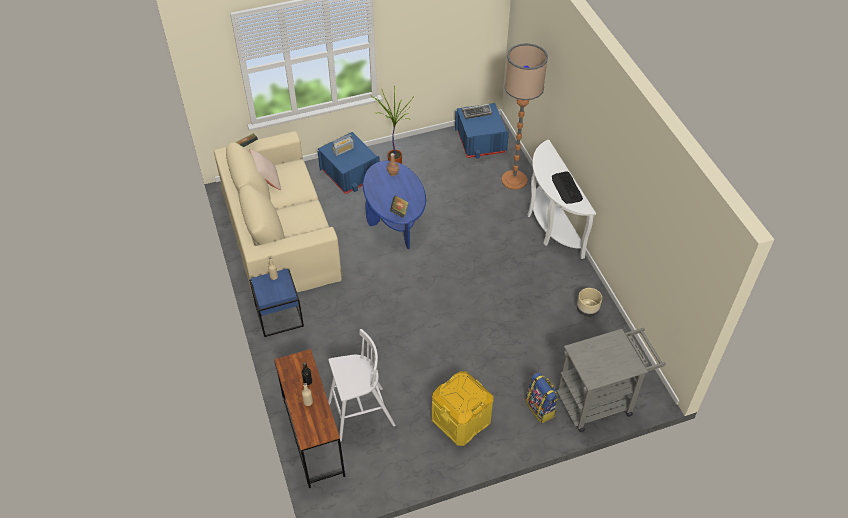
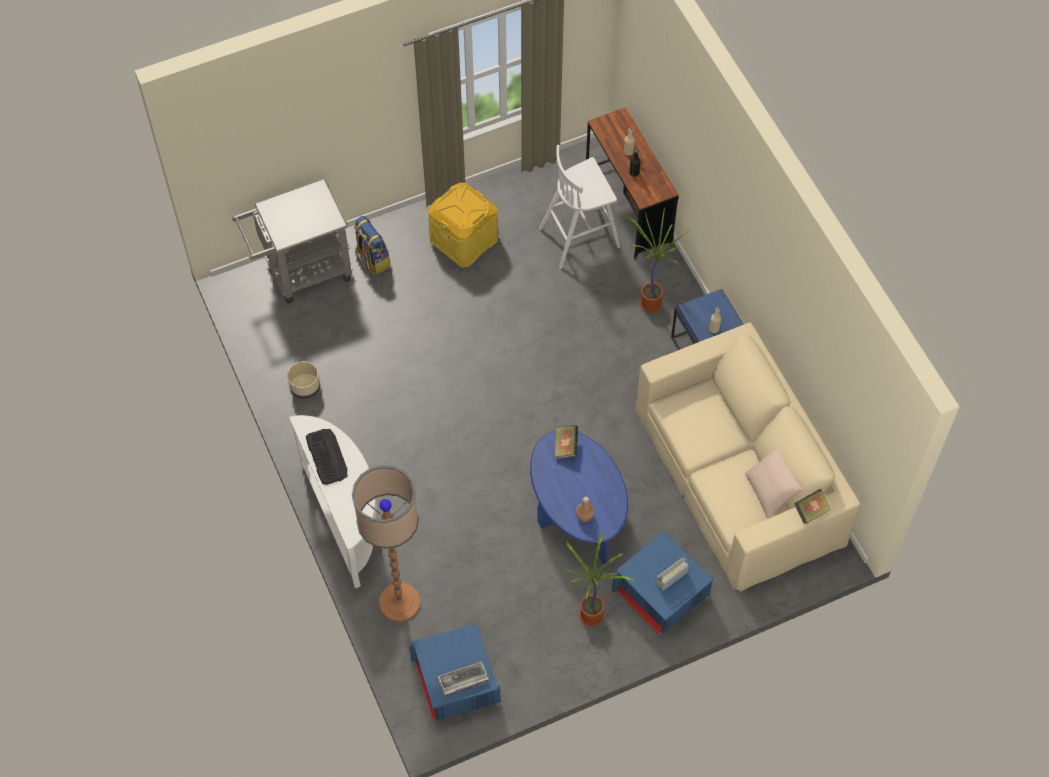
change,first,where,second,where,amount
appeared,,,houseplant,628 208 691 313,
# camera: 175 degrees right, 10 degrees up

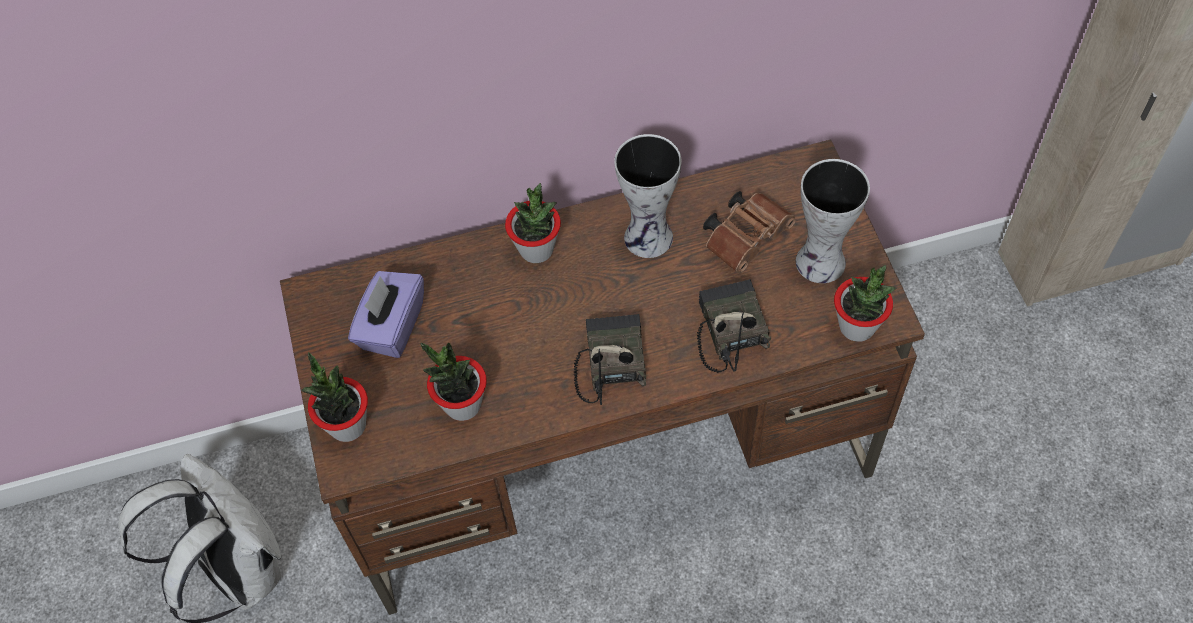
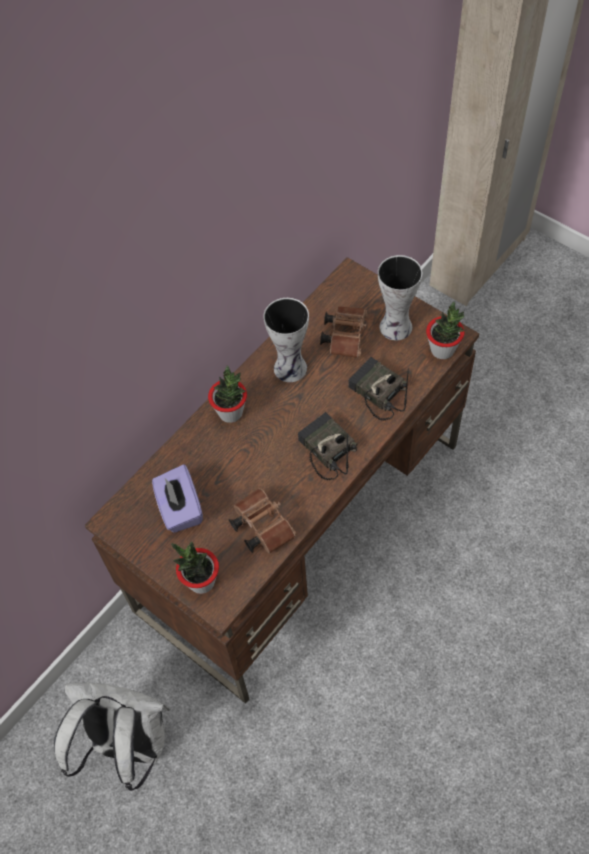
change,first,where,second,where,amount
exchanged,houseplant,420 342 487 421,pair of binoculars/brown-coloured,229 488 297 554,
# camera: 35 degrees left, 0 degrees up

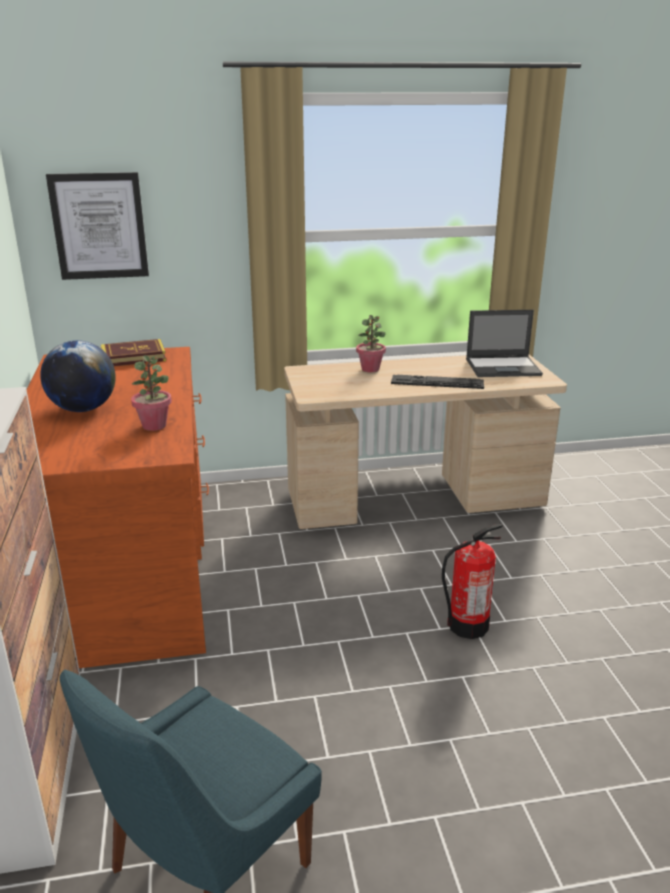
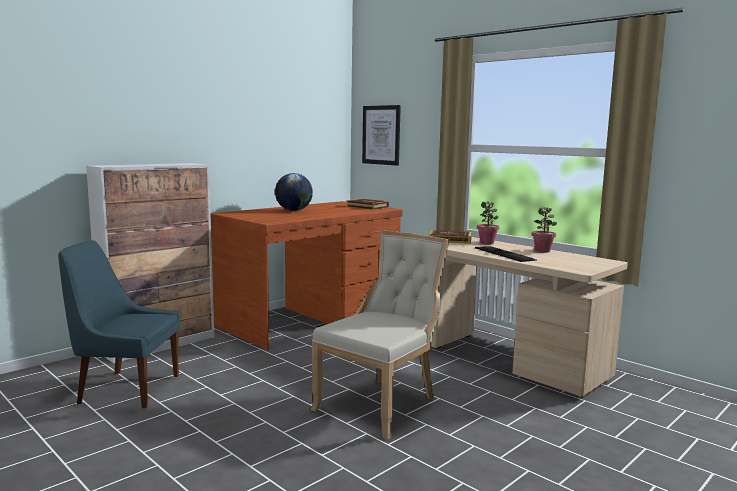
change,first,where,second,where,amount
relocated,houseplant,131 355 172 431,,532 207 557 253,
exchanged,fire-fighting cylinder,442 524 503 639,upright chair/beige-coloured,311 230 449 440,
missing,portable computer,466 310 543 377,,,
appeared,,,bound book,428 230 472 244,
# camera: 55 degrees right, 15 degrees down

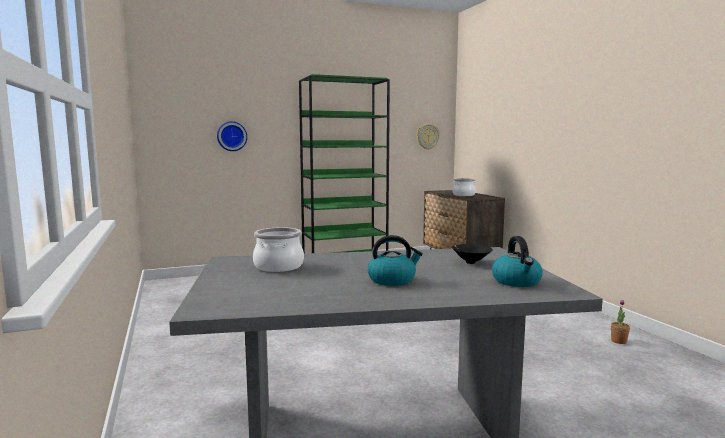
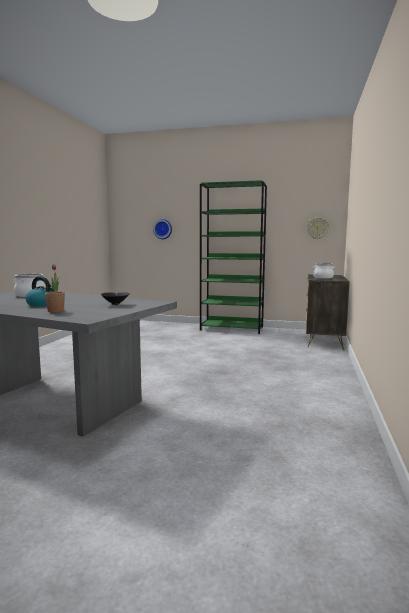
change,first,where,second,where,amount
missing,kettle,492 236 543 287,,,
relocated,houseplant,611 300 630 344,,45 265 65 312,
# camera: 35 degrees right, 0 degrees up

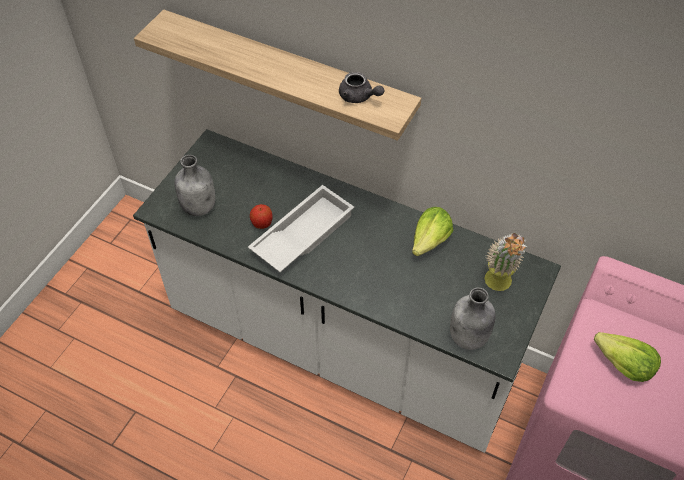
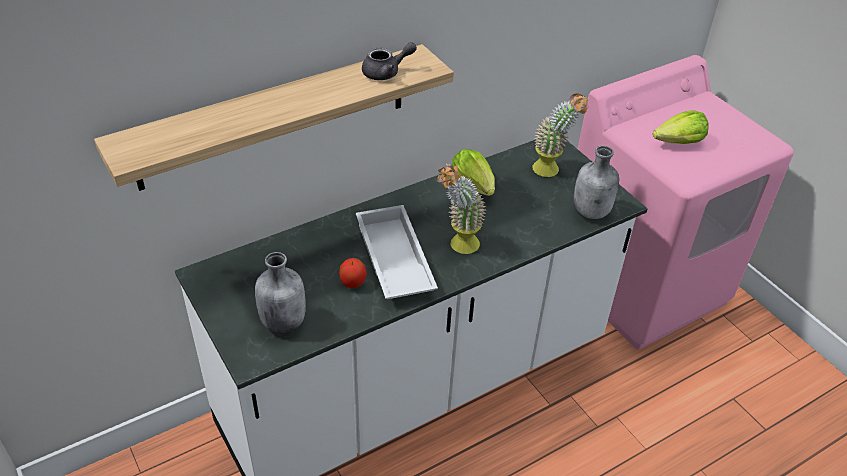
change,first,where,second,where,amount
appeared,,,houseplant,437 163 487 254,
# camera: 60 degrees left, 10 degrees down

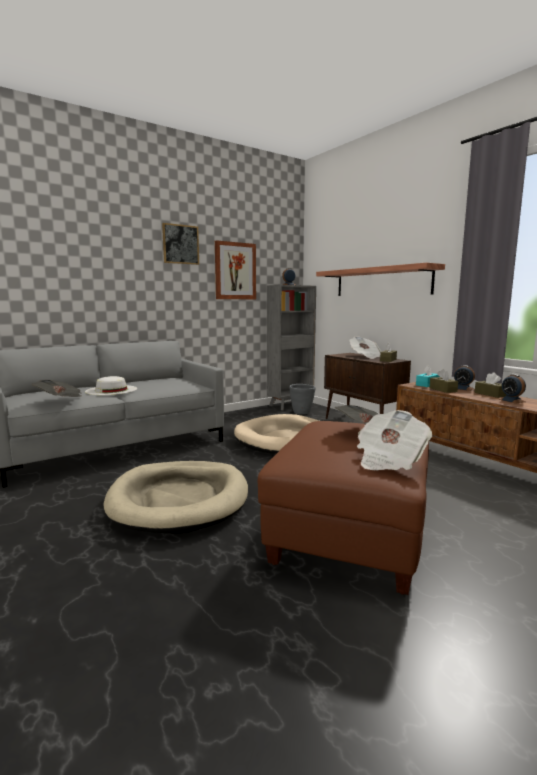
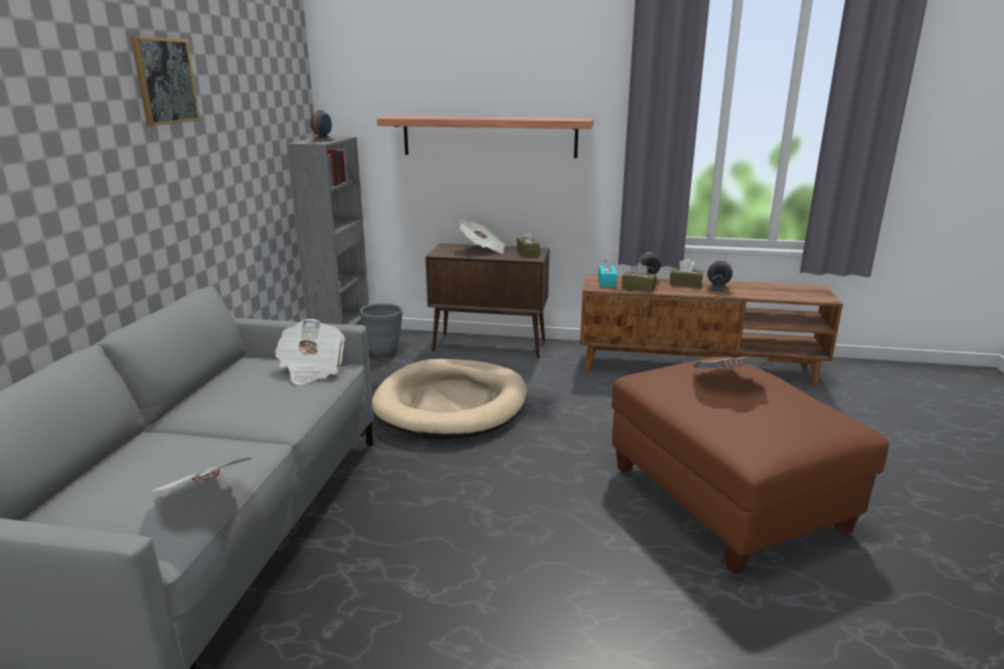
change,first,where,second,where,amount
missing,clothing hat/whitish,85 376 137 395,,,
missing,dog cushion/beige-coloured,104 461 248 534,,,
missing,wall picture,215 240 256 299,,,
relocated,daily paper,357 410 432 470,,274 319 345 385,
# camera: 45 degrees left, 10 degrees up

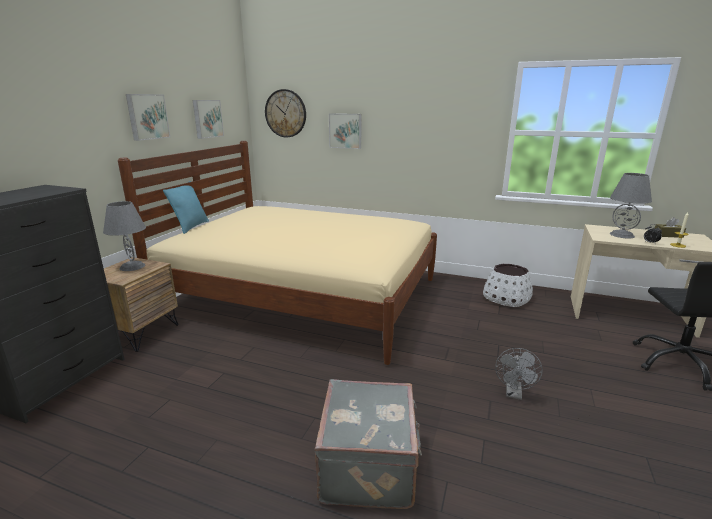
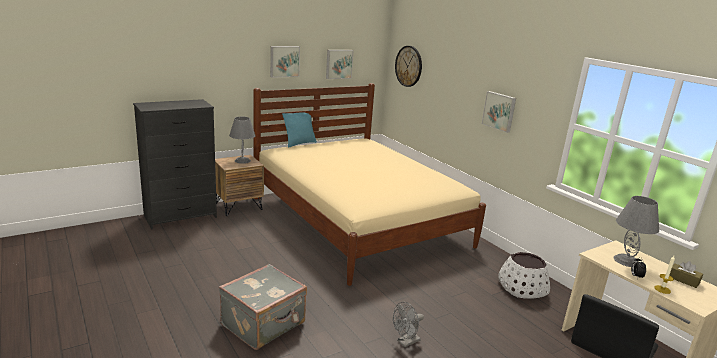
change,first,where,second,where,amount
relocated,wall picture,329 113 361 149,,482 91 516 133,
# camera: 35 degrees right, 0 degrees up

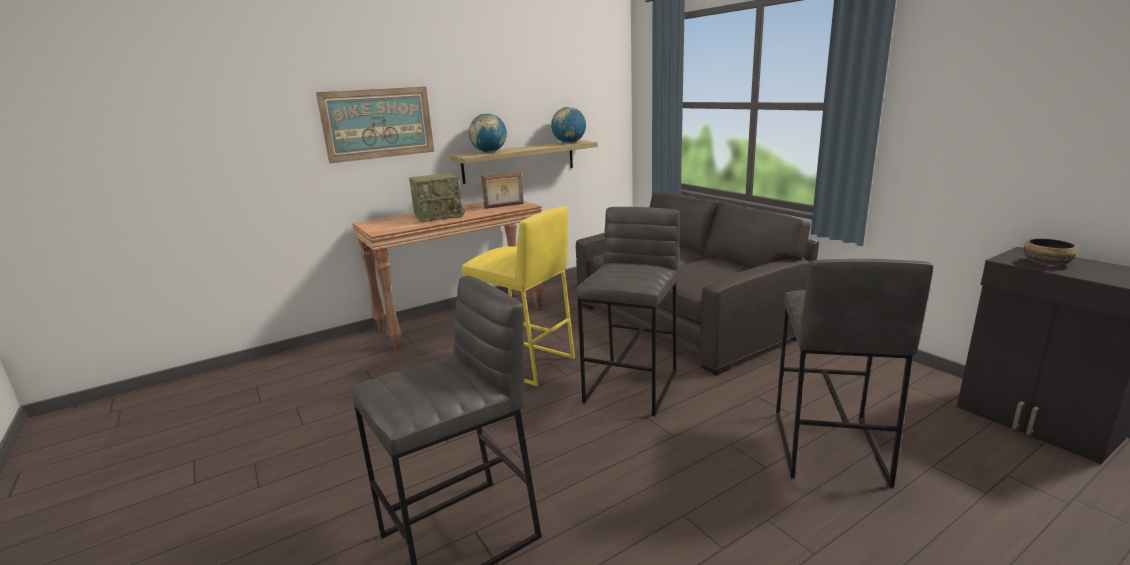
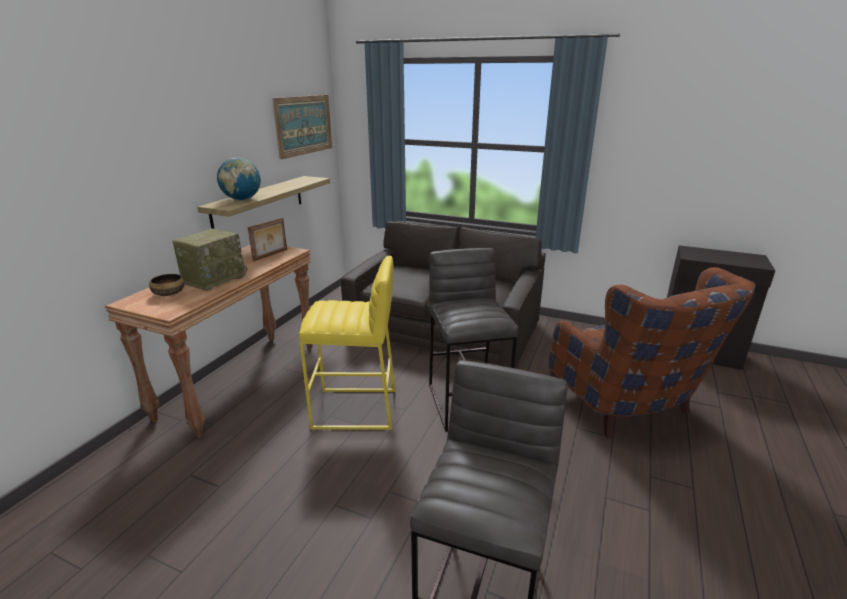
change,first,where,second,where,amount
relocated,wall picture,316 87 434 163,,272 95 332 159,
missing,desk globe,551 107 586 143,,,
exchanged,stool/greyish,776 259 933 488,easy chair/brown-coloured,548 267 755 438,
relocated,deep dish,1024 238 1077 265,,149 274 184 296,
# camera: 35 degrees left, 5 degrees up

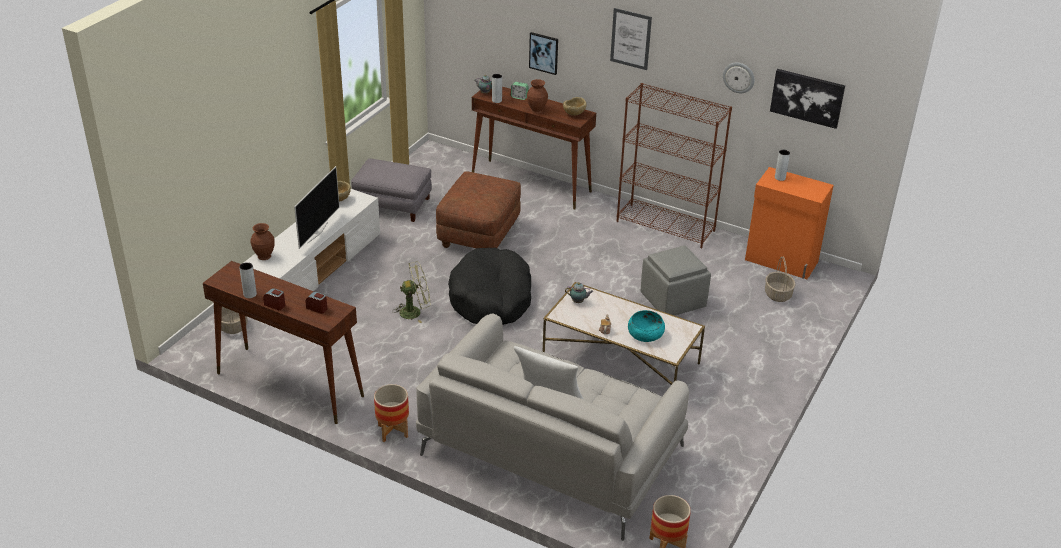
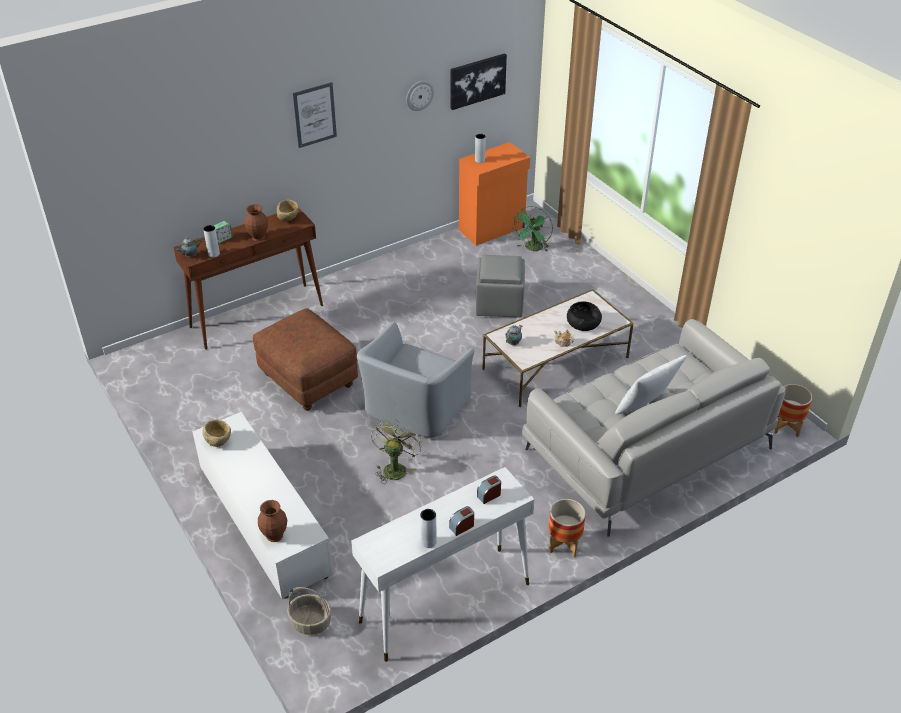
change,first,where,second,where,amount
colour,narrow table/brown-coloured,203 261 364 424,narrow table/whitish,351 467 534 662,
missing,TV,294 166 340 249,,,
missing,pouffe/greyish,351 158 432 222,,,
exchanged,dog cushion/blackish,448 248 531 325,easy chair/greyish,357 322 474 437,
missing,wall picture,529 32 558 75,,,
missing,bookcase/brown-coloured,617 83 732 248,,,
colour,deep dish/turquoise-coloured,628 310 665 342,deep dish/blackish,567 301 602 331,
exchanged,basket,765 257 795 302,electric fan/green-coloured,513 206 553 252,
# camera: 60 degrees left, 5 degrees up

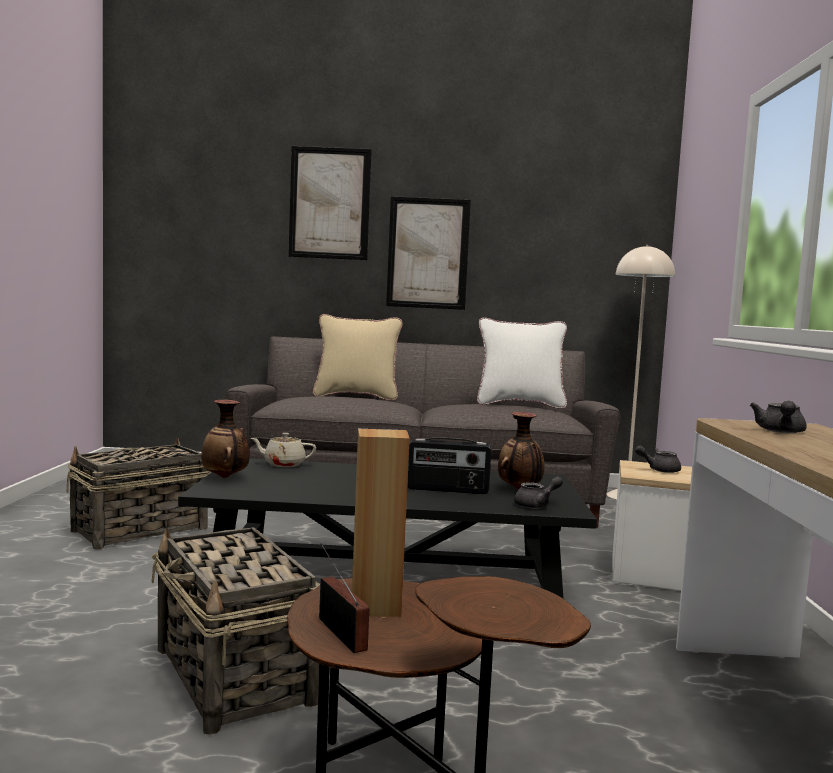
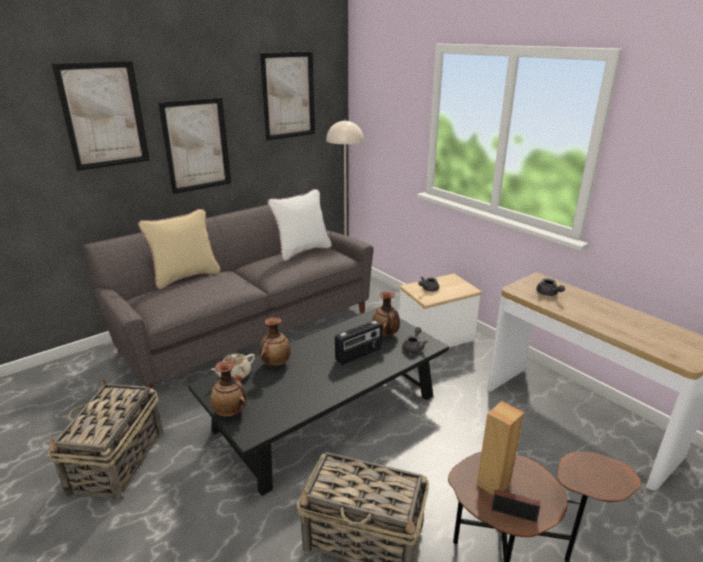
change,first,where,second,where,amount
appeared,,,wall picture,260 51 315 141,
appeared,,,flower vase,260 317 291 366,
# camera: 40 degrees left, 20 degrees up

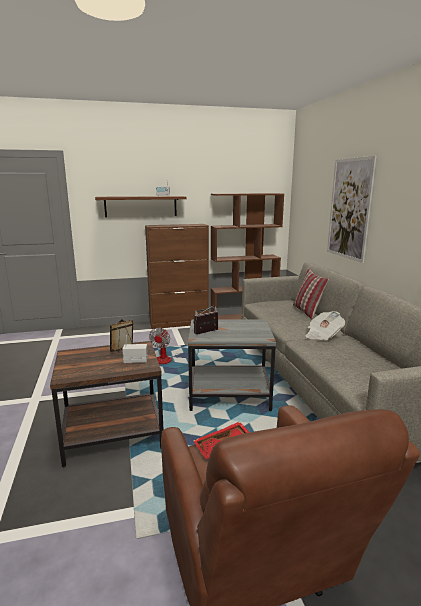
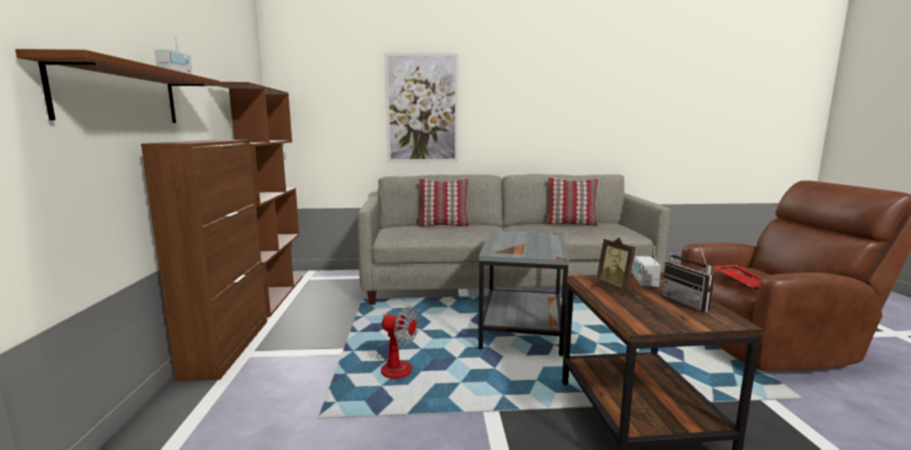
change,first,where,second,where,amount
relocated,radio set,193 305 218 334,,661 245 714 312,
missing,daily paper,306 311 345 341,,,
appeared,,,throw pillow,546 177 598 226,
# camera: 80 degrees left, 5 degrees down

